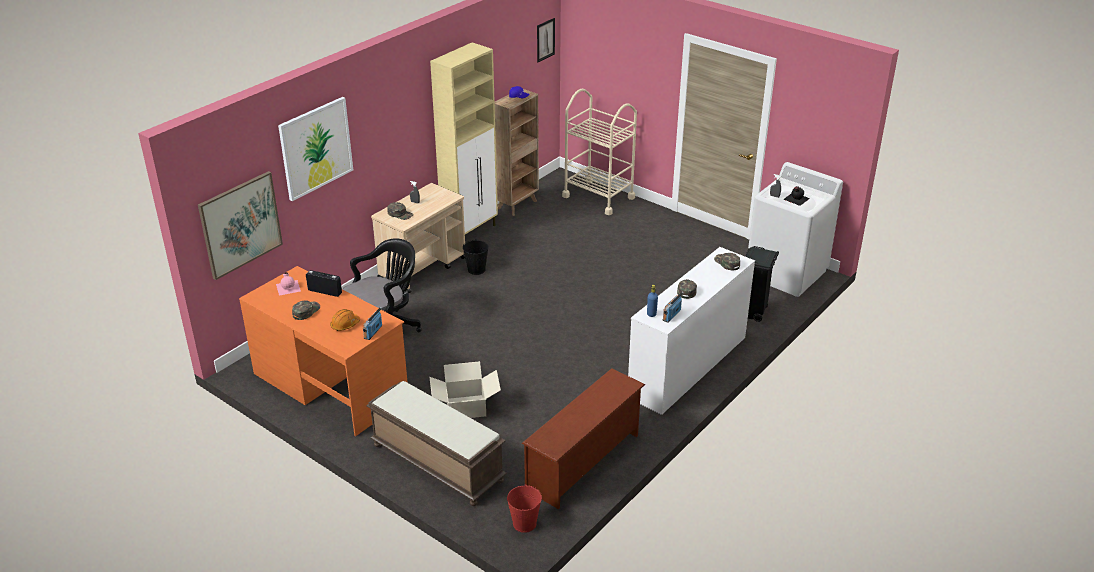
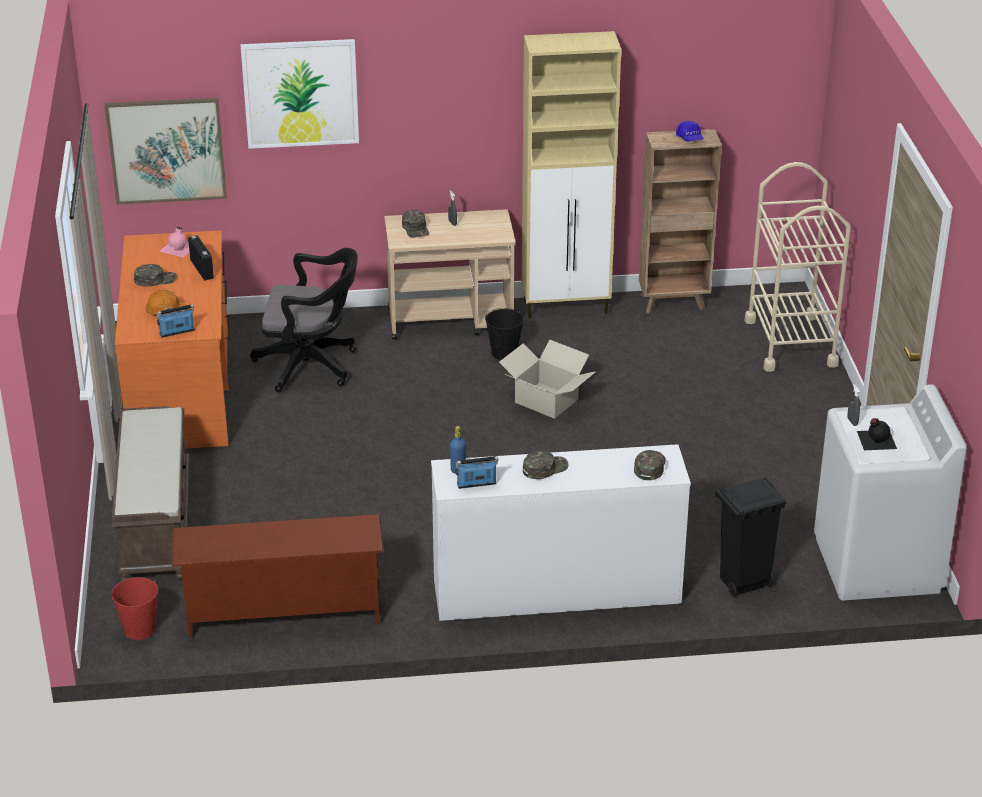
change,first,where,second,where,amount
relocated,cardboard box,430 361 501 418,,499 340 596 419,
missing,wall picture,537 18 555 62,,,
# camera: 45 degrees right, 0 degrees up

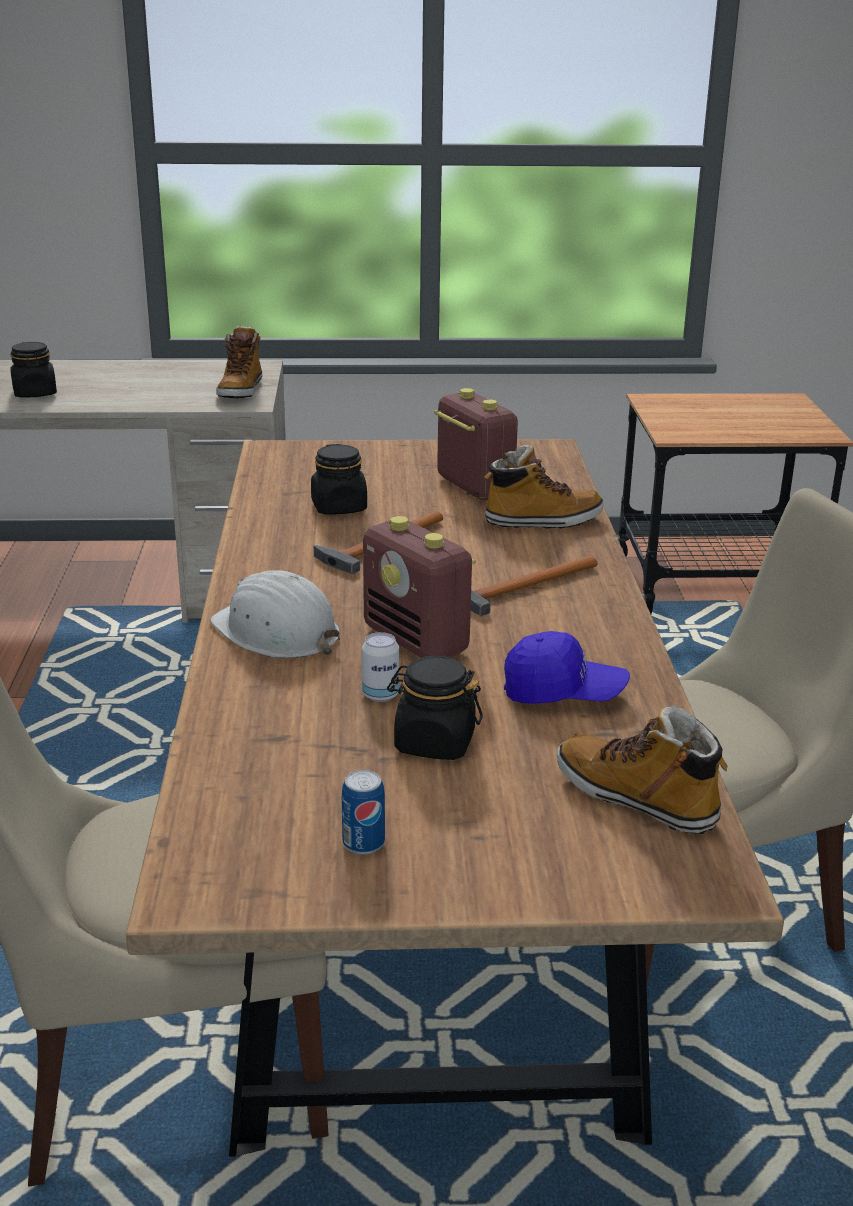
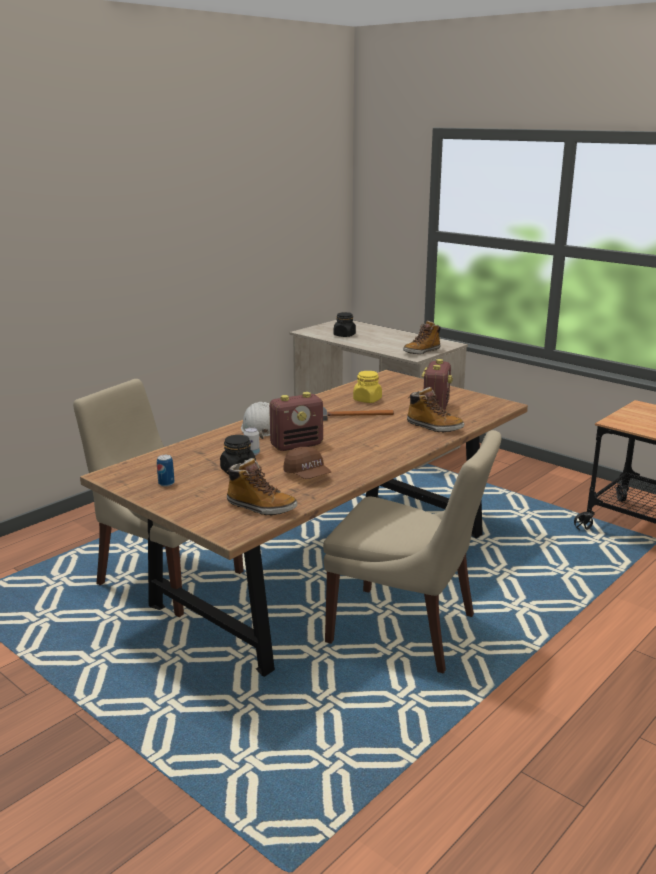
change,first,where,second,where,amount
colour,preserve jar/blackish,311 444 367 514,preserve jar/yellow-coloured,353 371 382 403,
spun,radio set,363 516 476 658,,269 392 323 451,120 degrees counterclockwise
missing,tool hammer,471 556 597 616,,,
colour,cap/blue,504 631 630 704,cap/brown-coloured,283 447 331 479,
spun,boot,557 705 727 834,,226 458 297 516,120 degrees clockwise
# camera: 45 degrees right, 5 degrees down

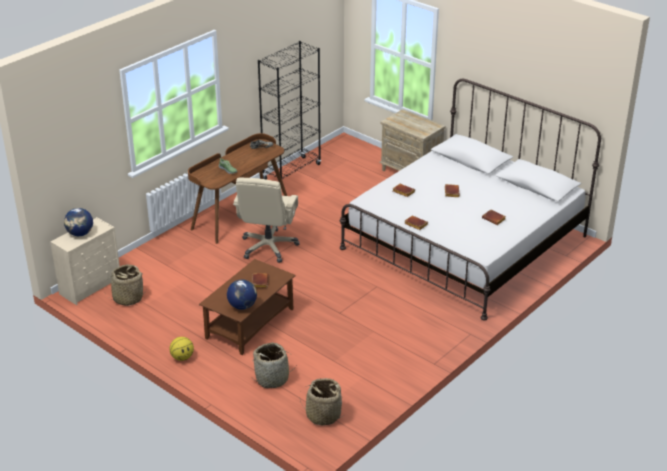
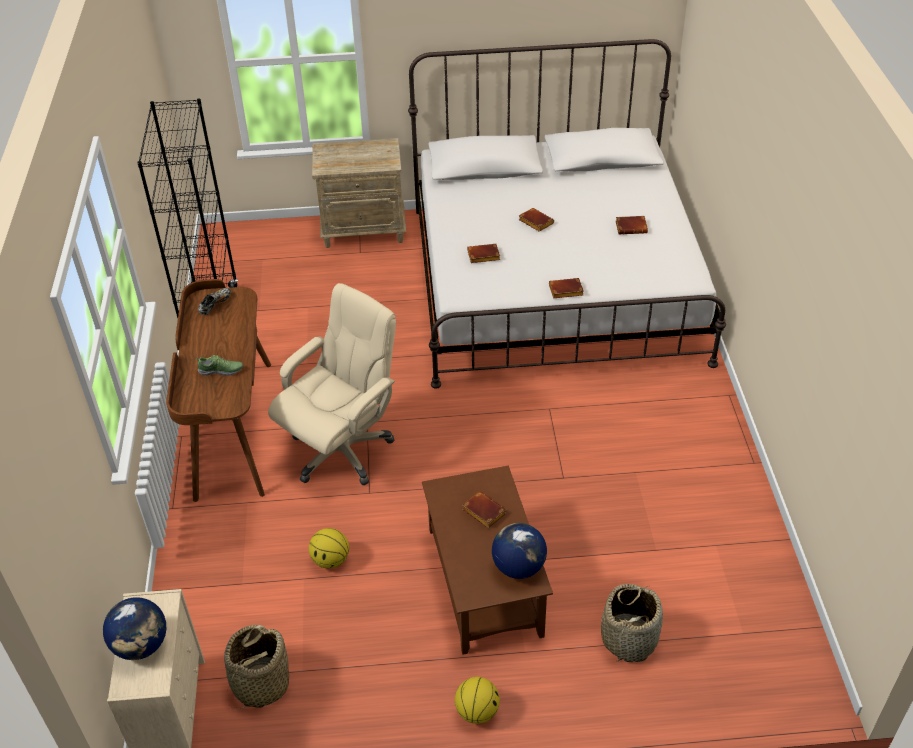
change,first,where,second,where,amount
spun,computer chair/beige-coloured,233 177 300 263,,268 283 396 485,105 degrees counterclockwise
missing,basket,300 378 345 425,,,
appeared,,,basketball ball,309 528 349 569,
# camera: 45 degrees left, 10 degrees up

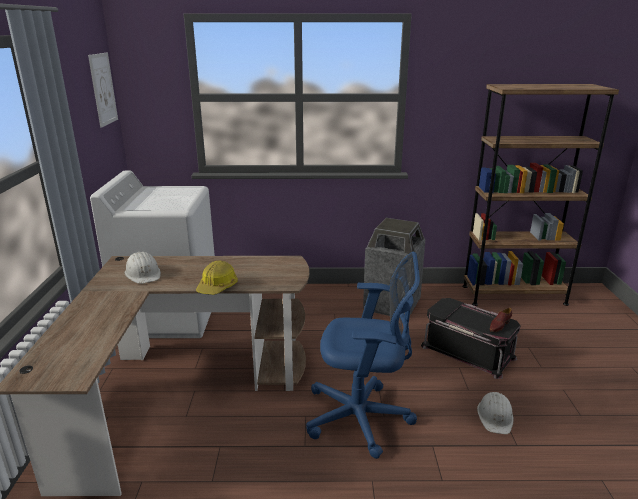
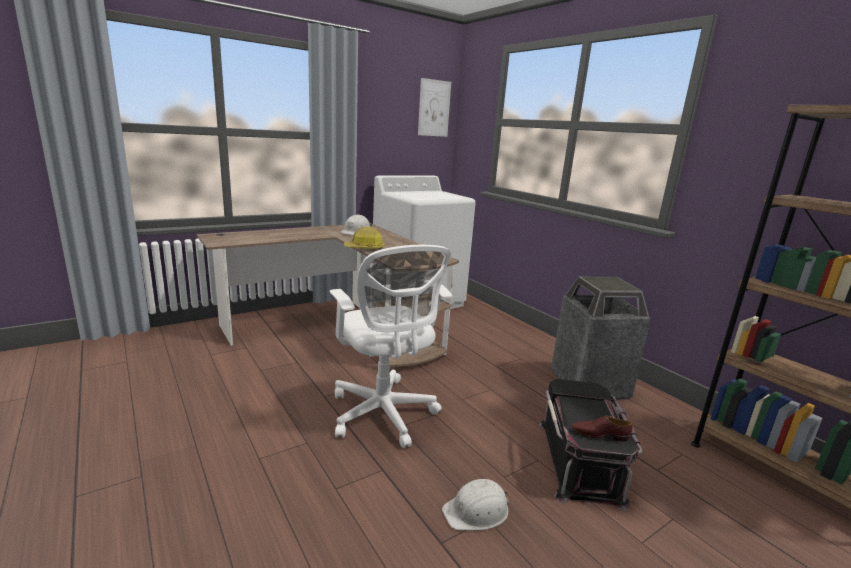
change,first,where,second,where,amount
colour,computer chair/blue,306 252 420 459,computer chair/whitish,330 245 452 448,
# camera: 55 degrees right, 5 degrees down

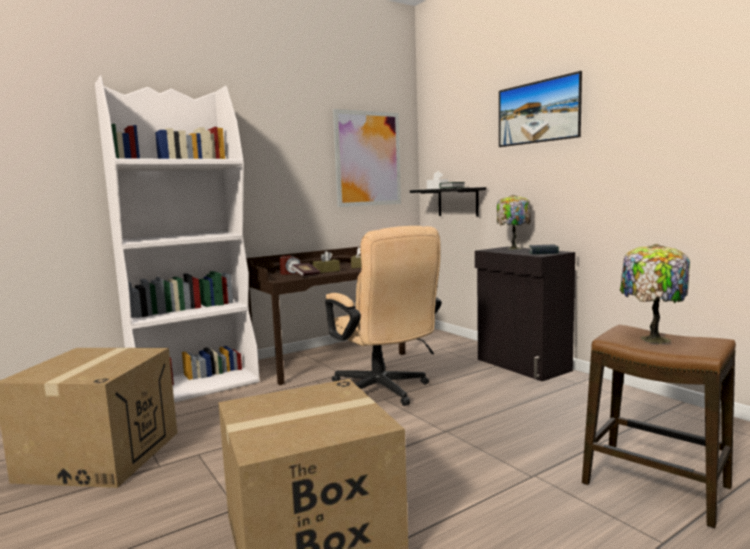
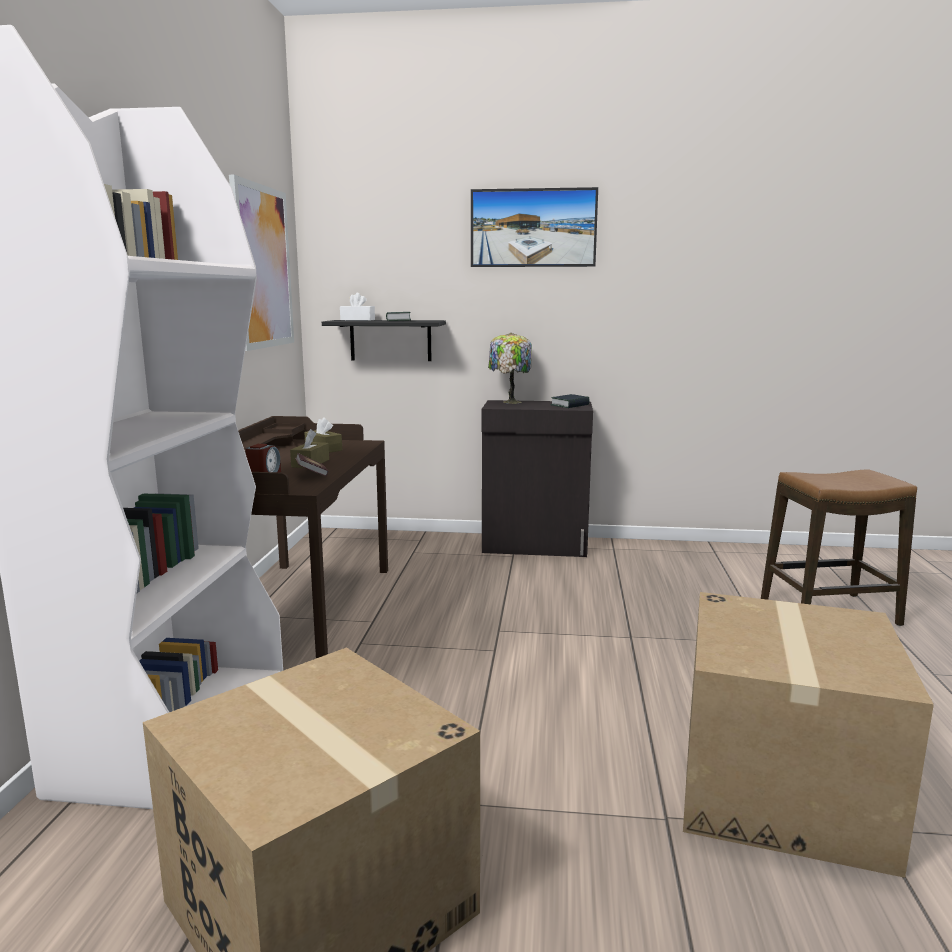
change,first,where,second,where,amount
missing,computer chair/beige-coloured,325 226 441 406,,,
missing,tabletop lamp,620 244 690 344,,,
# camera: 50 degrees left, 5 degrees up

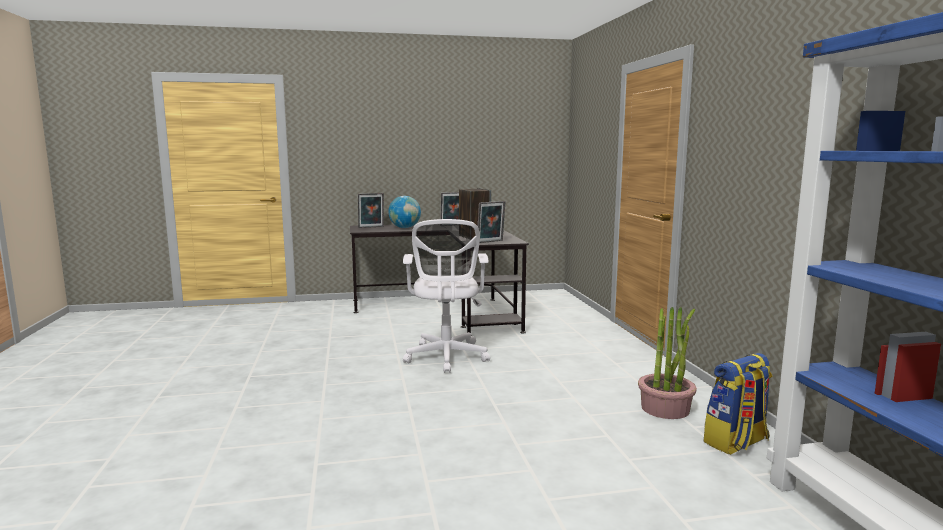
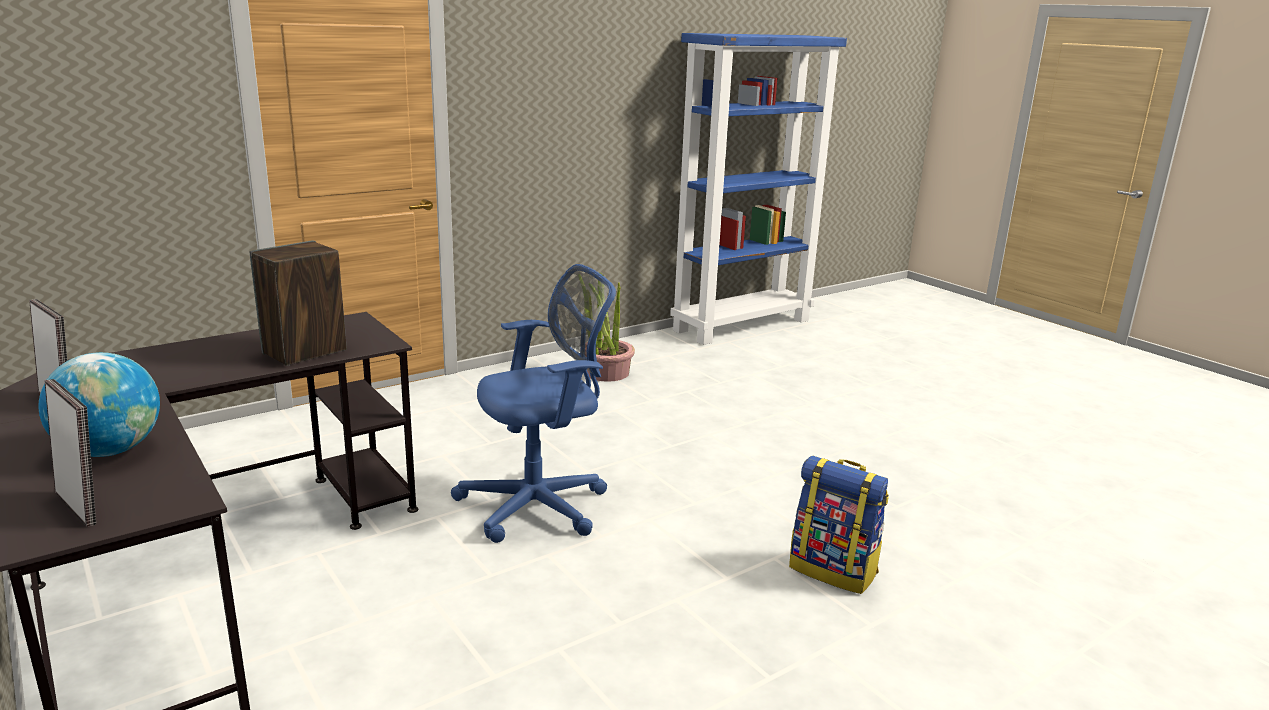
change,first,where,second,where,amount
colour,computer chair/whitish,403 219 490 373,computer chair/blue,451 264 616 543,
missing,photo frame,478 201 505 243,,,
relocated,knapsack,703 353 773 455,,789 456 889 594,
# camera: 115 degrees left, 10 degrees up

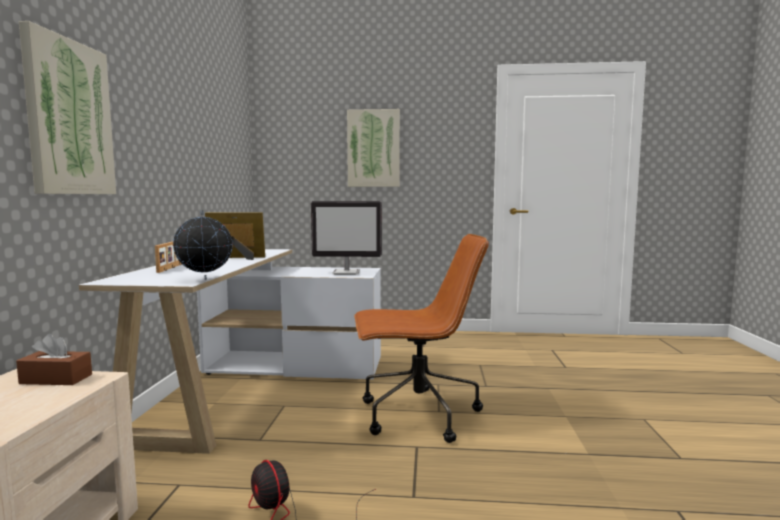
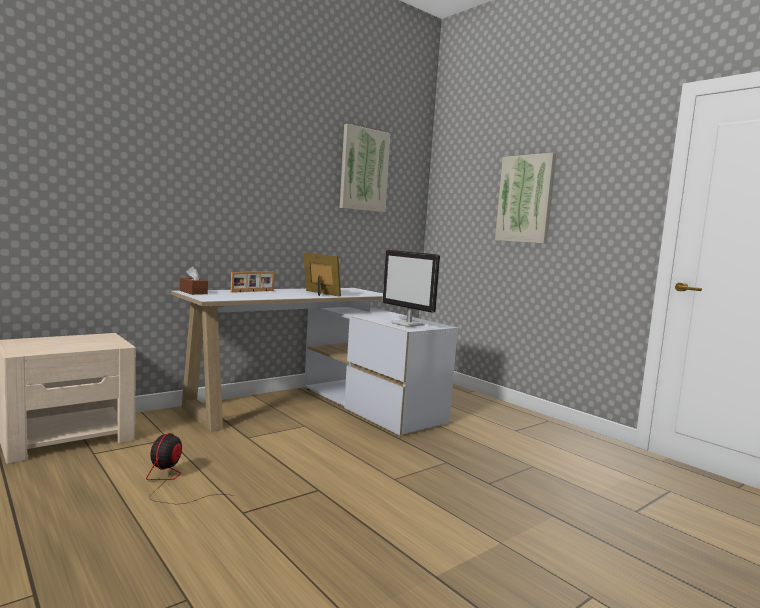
change,first,where,second,where,amount
relocated,box of tissues/brown-coloured,16 334 92 385,,180 267 208 295,
relocated,wall picture,19 21 116 194,,340 124 390 212,
missing,desk globe,173 210 233 280,,,
missing,computer chair/brown-coloured,354 234 489 443,,,
# camera: 45 degrees right, 0 degrees up

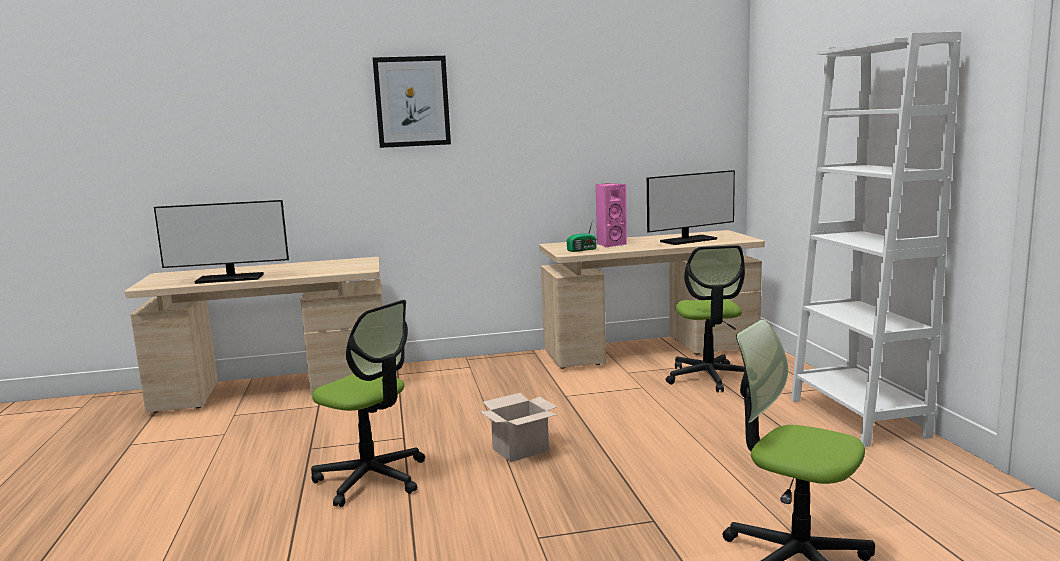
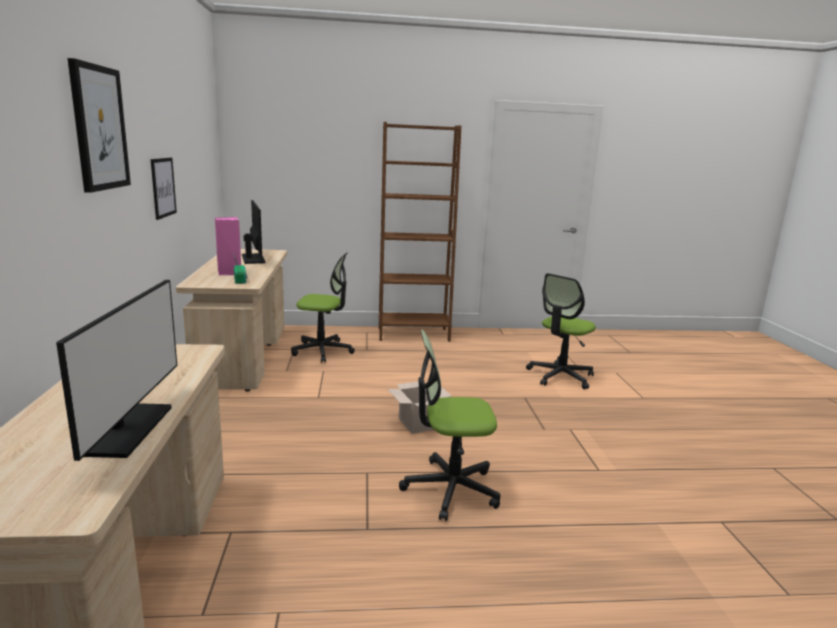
change,first,where,second,where,amount
spun,computer chair,311 300 425 507,,399 329 500 521,135 degrees counterclockwise
colour,bookcase/whitish,791 32 961 447,bookcase/brown-coloured,379 122 461 342,
appeared,,,wall picture,151 158 177 220,
# camera: 85 degrees left, 5 degrees up

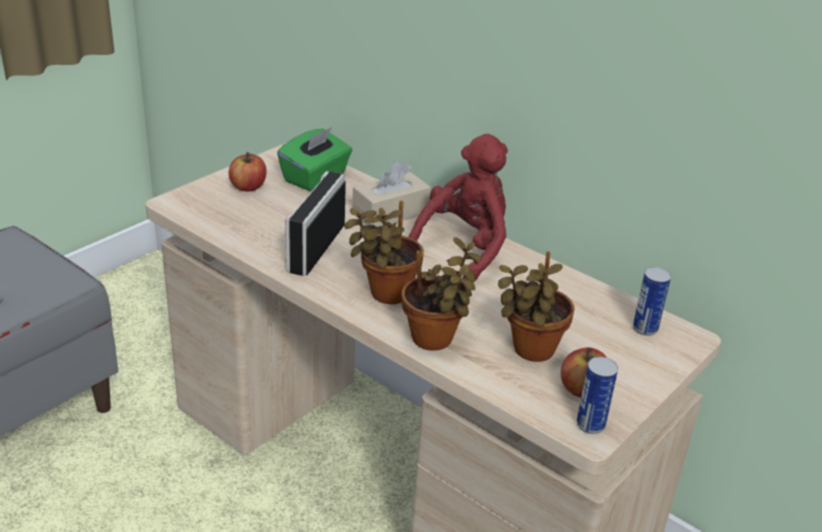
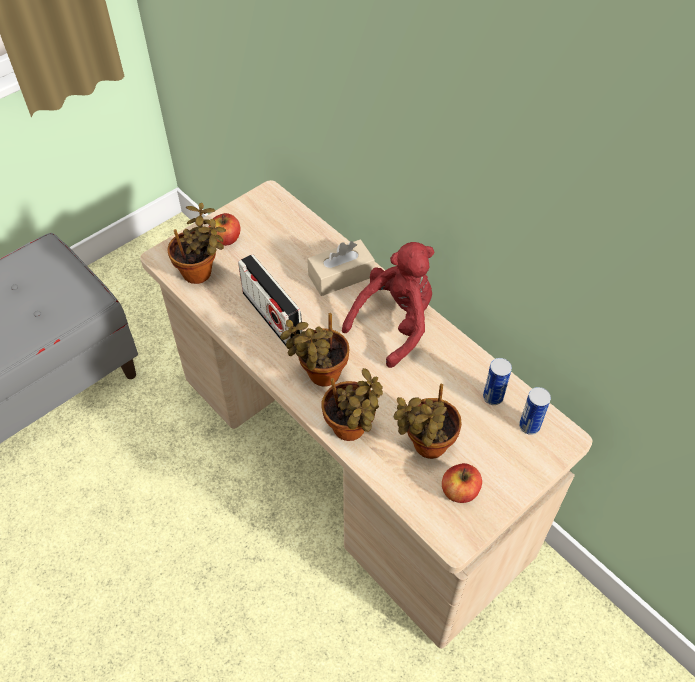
change,first,where,second,where,amount
missing,box of tissues/green-coloured,277 127 352 191,,,
spun,radio set,285 171 346 276,,238 254 302 346,60 degrees counterclockwise
relocated,metal can,577 357 618 434,,483 358 512 405,
appeared,,,houseplant,168 203 226 284,
# camera: 10 degrees right, 20 degrees up

